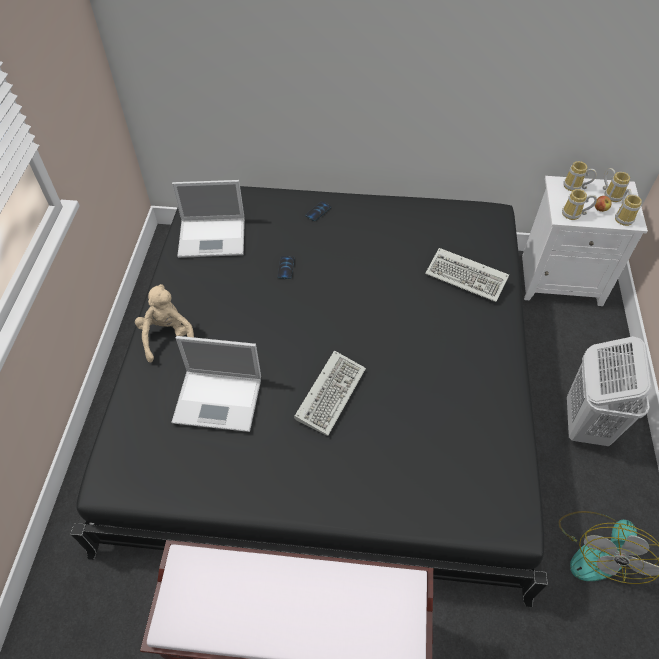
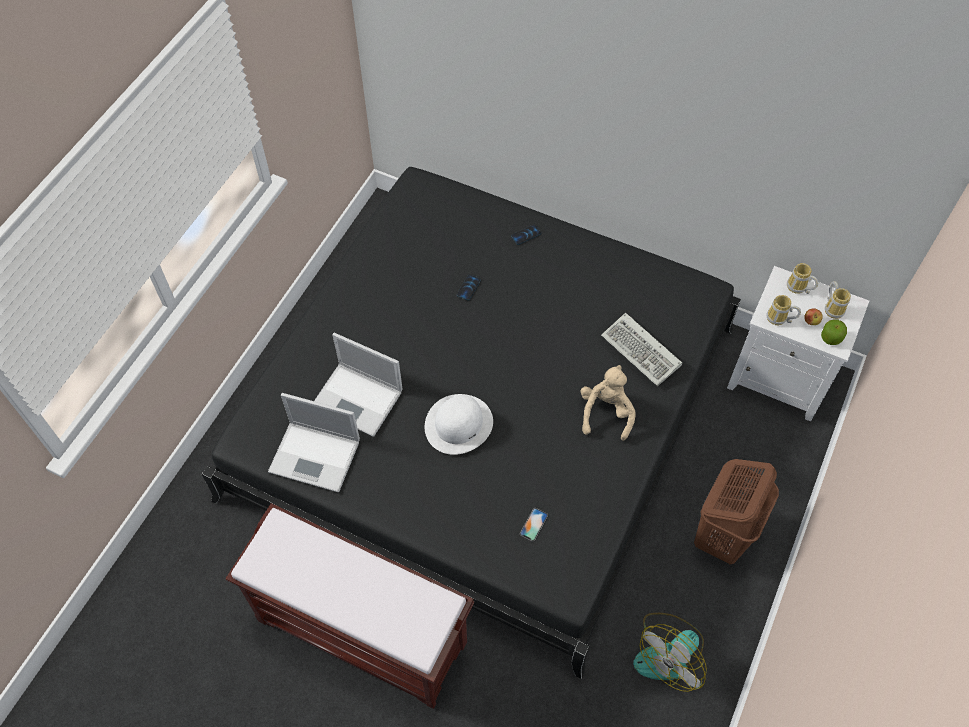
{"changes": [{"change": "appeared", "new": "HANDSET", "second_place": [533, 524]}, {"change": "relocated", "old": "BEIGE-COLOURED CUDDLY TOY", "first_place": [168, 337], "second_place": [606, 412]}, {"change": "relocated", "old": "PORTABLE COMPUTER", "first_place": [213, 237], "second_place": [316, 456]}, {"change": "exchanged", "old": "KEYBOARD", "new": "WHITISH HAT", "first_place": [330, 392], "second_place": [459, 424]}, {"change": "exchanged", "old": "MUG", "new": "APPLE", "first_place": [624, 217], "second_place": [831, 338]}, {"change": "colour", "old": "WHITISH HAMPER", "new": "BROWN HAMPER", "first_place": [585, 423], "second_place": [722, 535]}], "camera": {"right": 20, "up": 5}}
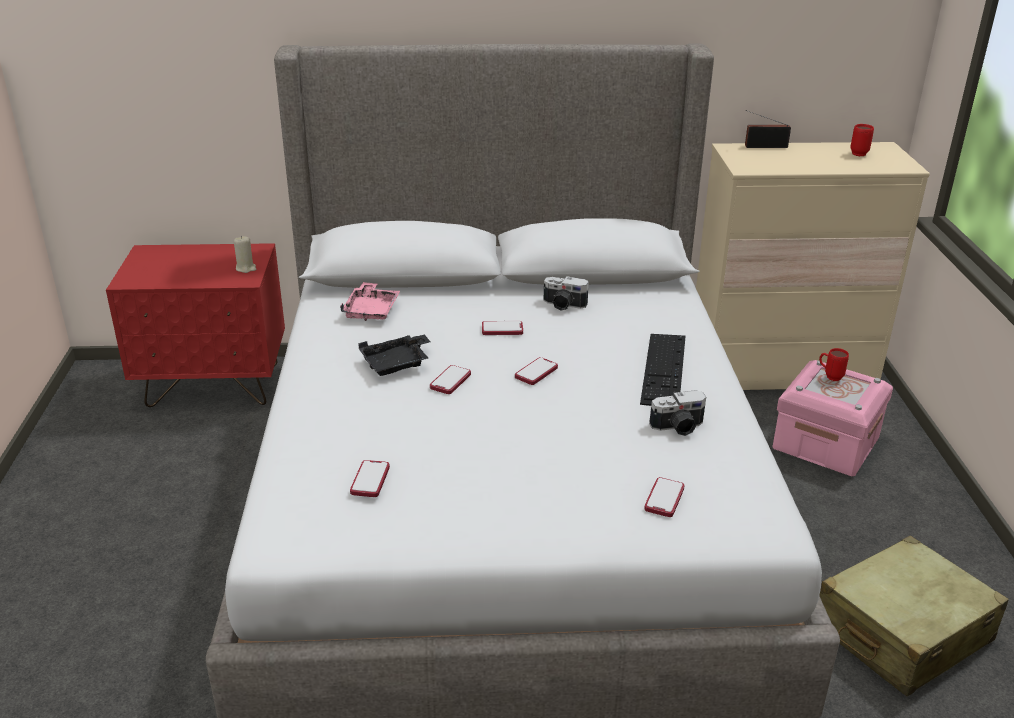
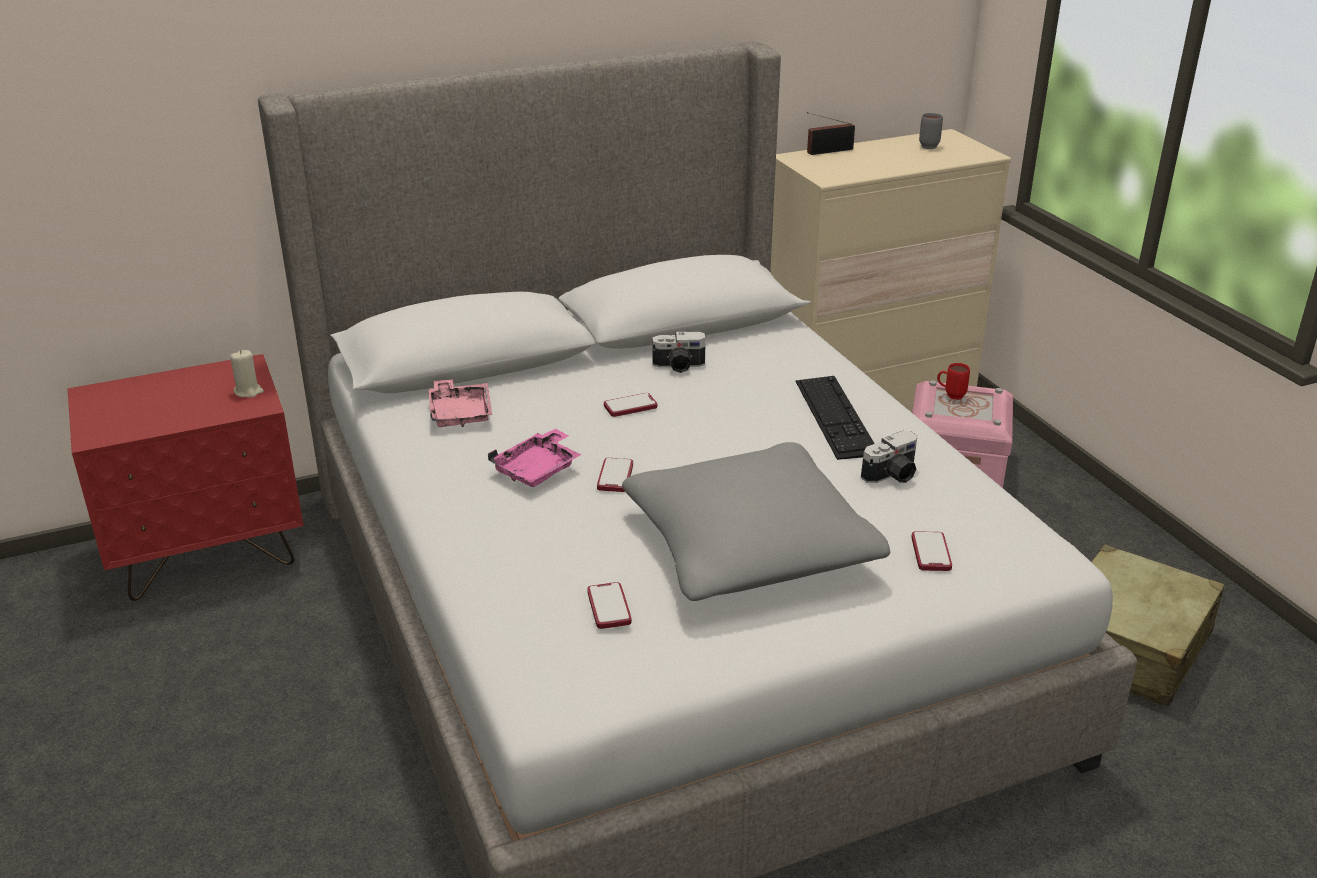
{"changes": [{"change": "missing", "old": "HANDSET", "first_place": [536, 372]}, {"change": "appeared", "new": "GREYISH PILLOW", "second_place": [749, 548]}, {"change": "colour", "old": "BLACK SERVING TRAY", "new": "PINK SERVING TRAY", "first_place": [397, 364], "second_place": [538, 469]}, {"change": "colour", "old": "RED MUG", "new": "GREYISH MUG", "first_place": [860, 153], "second_place": [929, 145]}], "camera": {"right": -20, "up": 0}}
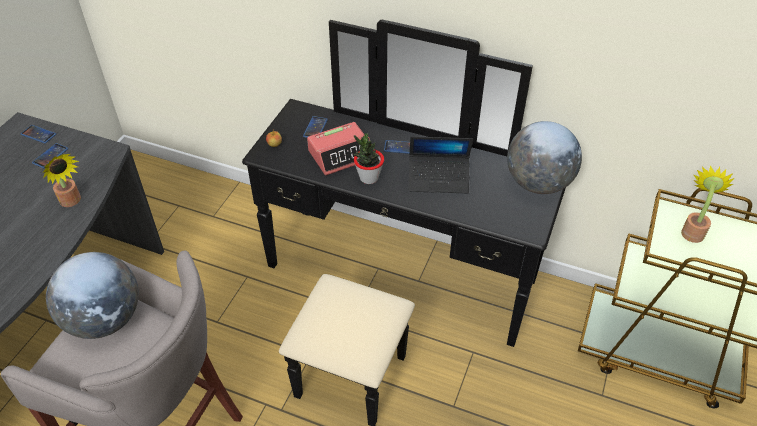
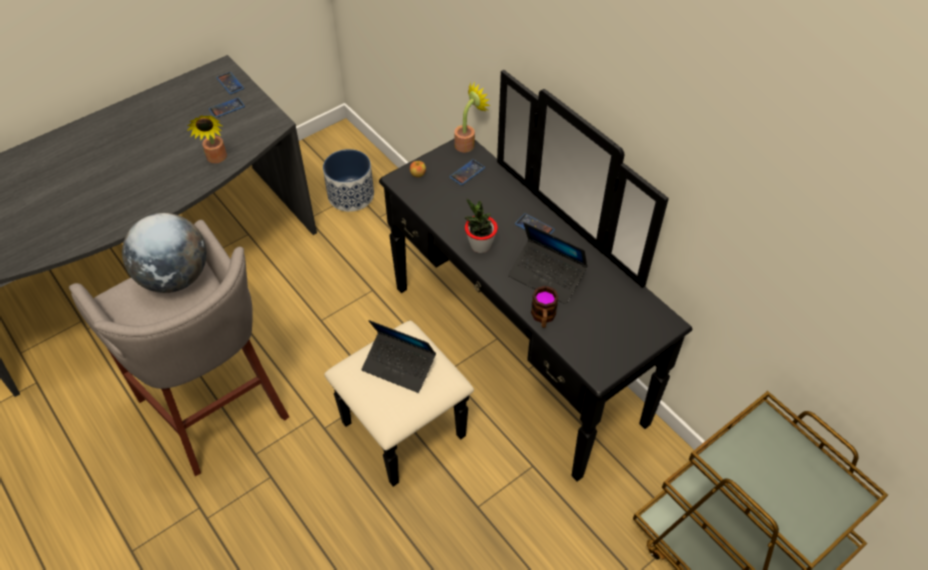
{"changes": [{"change": "missing", "old": "BEDSIDE CLOCK", "first_place": [341, 154]}, {"change": "missing", "old": "GLOBE", "first_place": [538, 183]}, {"change": "appeared", "new": "PLANTER", "second_place": [350, 196]}, {"change": "appeared", "new": "PORTABLE COMPUTER", "second_place": [399, 366]}, {"change": "appeared", "new": "MUG", "second_place": [543, 317]}, {"change": "relocated", "old": "HOUSEPLANT", "first_place": [693, 230], "second_place": [468, 143]}], "camera": {"right": 30, "up": 5}}
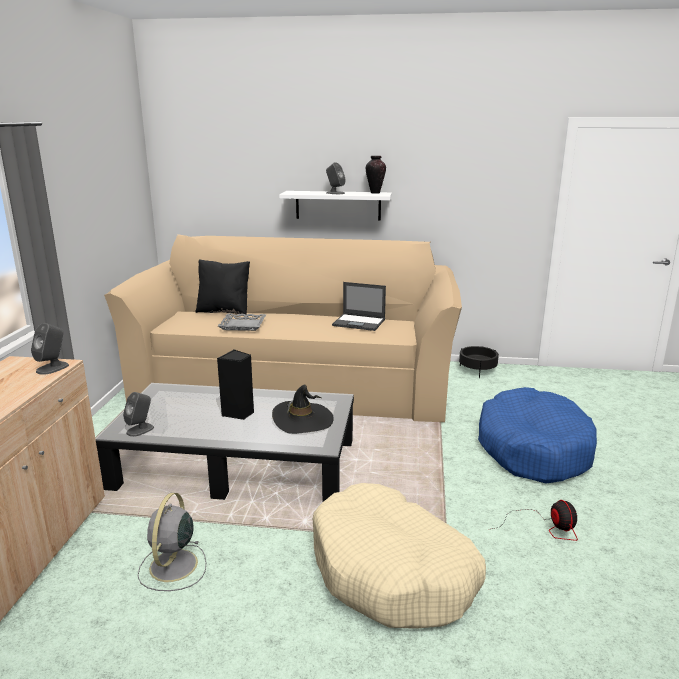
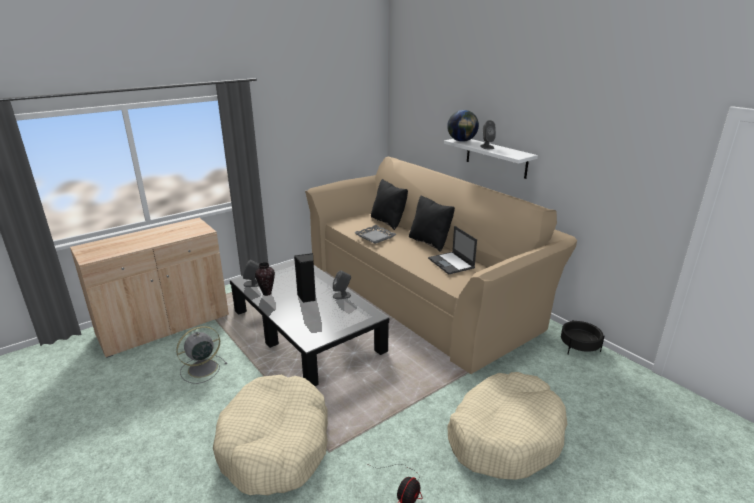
{"changes": [{"change": "missing", "old": "BLACK HAT", "first_place": [303, 420]}, {"change": "appeared", "new": "BLACK PILLOW", "second_place": [430, 242]}, {"change": "appeared", "new": "GLOBE", "second_place": [462, 141]}, {"change": "relocated", "old": "GREYISH LOUDSPEAKER", "first_place": [53, 368], "second_place": [342, 295]}, {"change": "relocated", "old": "FLOWER VASE", "first_place": [375, 193], "second_place": [267, 293]}, {"change": "colour", "old": "BLUISH PET BED", "new": "BEIGE-COLOURED PET BED", "first_place": [533, 449], "second_place": [504, 435]}], "camera": {"right": 45, "up": 5}}
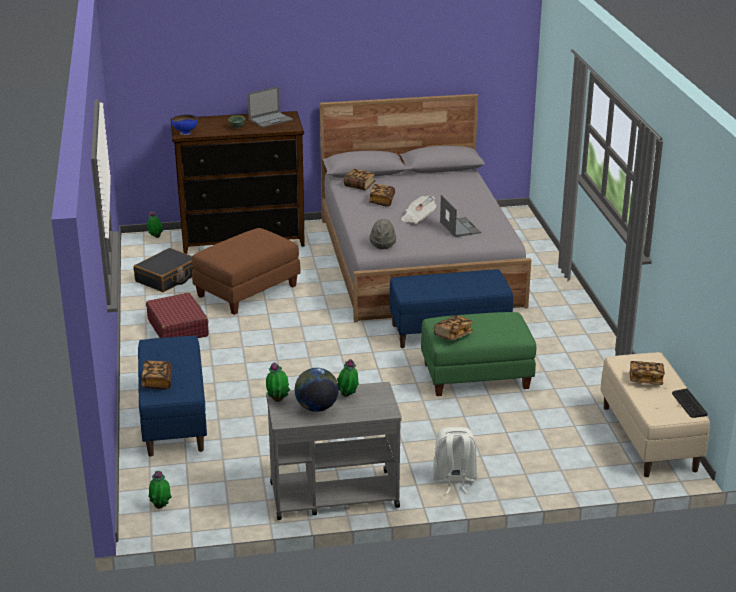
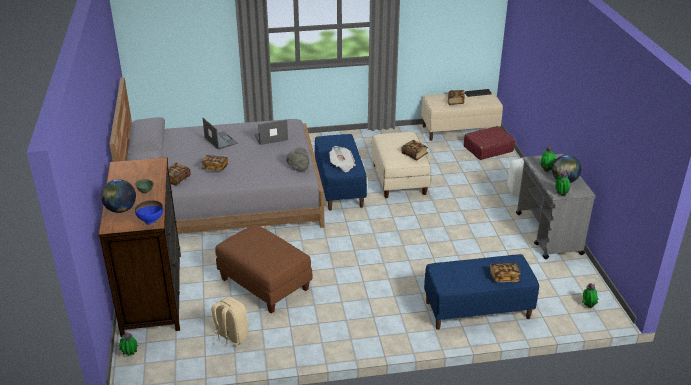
{"changes": [{"change": "appeared", "new": "GLOBE", "second_place": [120, 209]}, {"change": "relocated", "old": "RED TRAVEL CASE", "first_place": [178, 328], "second_place": [488, 149]}, {"change": "relocated", "old": "PORTABLE COMPUTER", "first_place": [271, 119], "second_place": [220, 140]}, {"change": "relocated", "old": "NEWSPAPER", "first_place": [418, 218], "second_place": [342, 165]}, {"change": "exchanged", "old": "BLACK TRAVEL CASE", "new": "BEIGE-COLOURED BACKPACK", "first_place": [167, 278], "second_place": [230, 337]}, {"change": "colour", "old": "GREEN-COLOURED OTTOMAN", "new": "BEIGE-COLOURED OTTOMAN", "first_place": [476, 375], "second_place": [398, 179]}], "camera": {"right": -90, "up": 5}}
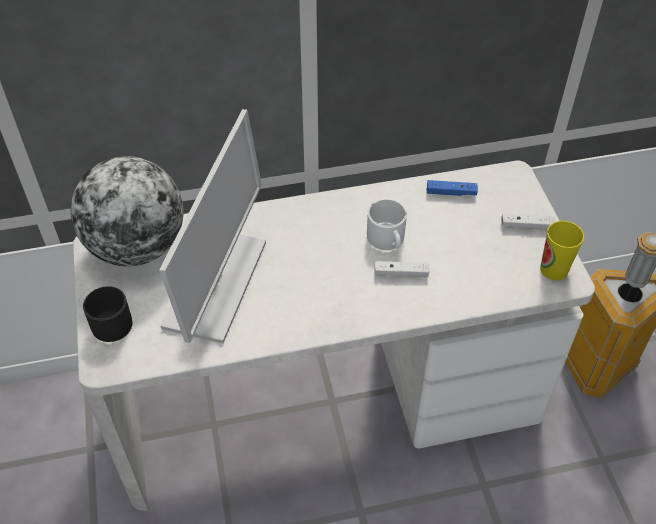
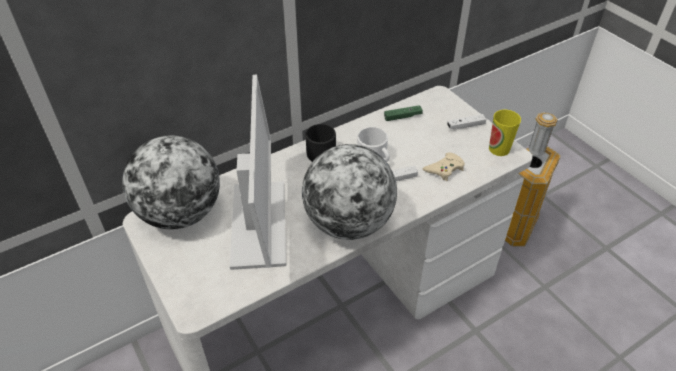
{"changes": [{"change": "appeared", "new": "GLOBE", "second_place": [349, 223]}, {"change": "appeared", "new": "BEIGE-COLOURED GAME CONTROLLER", "second_place": [444, 169]}, {"change": "relocated", "old": "BLACK MUG", "first_place": [111, 320], "second_place": [318, 151]}, {"change": "colour", "old": "BLUISH GAME CONTROLLER", "new": "GREEN-COLOURED GAME CONTROLLER", "first_place": [451, 192], "second_place": [402, 116]}], "camera": {"right": -20, "up": -5}}
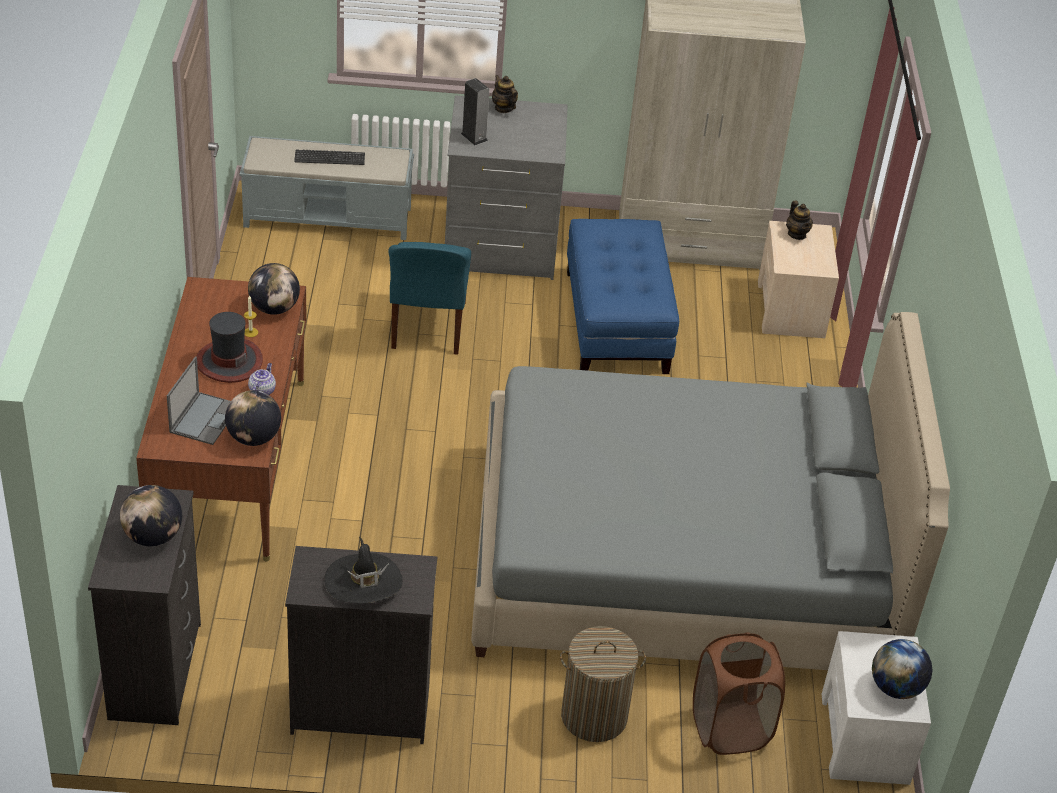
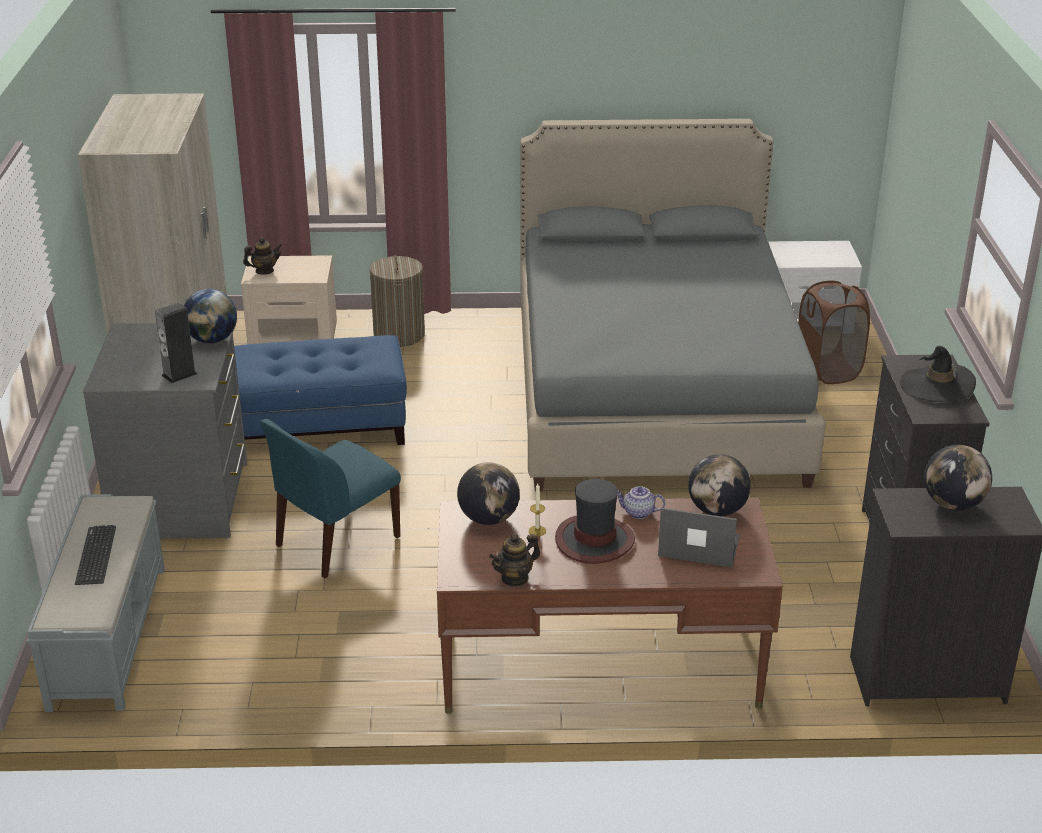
{"changes": [{"change": "relocated", "old": "POT FOR TEA", "first_place": [504, 108], "second_place": [515, 578]}, {"change": "relocated", "old": "HAMPER", "first_place": [594, 716], "second_place": [399, 335]}, {"change": "relocated", "old": "GLOBE", "first_place": [896, 688], "second_place": [212, 339]}, {"change": "spun", "old": "BLUISH UPRIGHT CHAIR", "first_place": [428, 327], "second_place": [335, 542], "degrees": 135}], "camera": {"right": -90, "up": -10}}
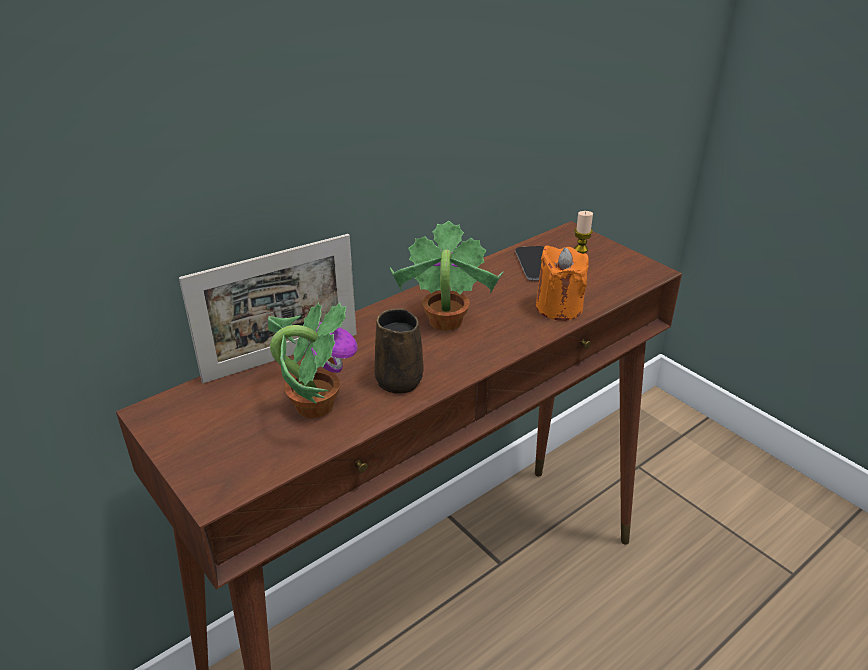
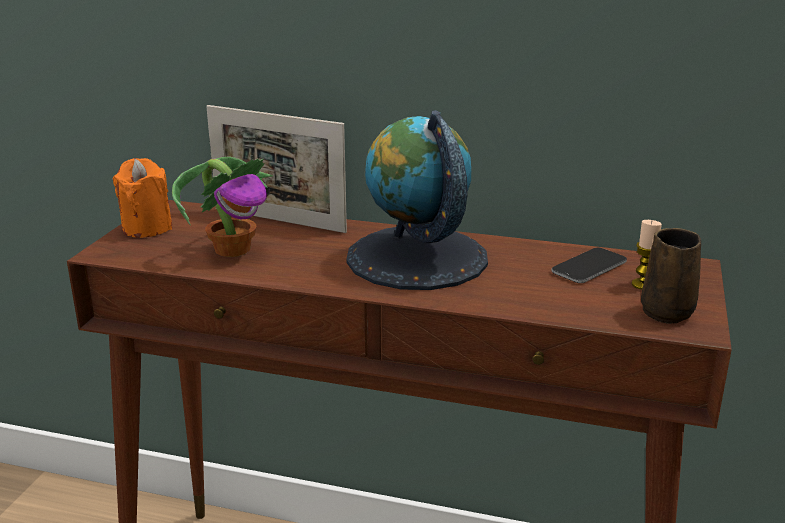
{"changes": [{"change": "relocated", "old": "BROWN MUG", "first_place": [398, 379], "second_place": [668, 311]}, {"change": "relocated", "old": "ORANGE WAX LIGHT", "first_place": [559, 307], "second_place": [147, 228]}, {"change": "exchanged", "old": "HOUSEPLANT", "new": "GLOBE", "first_place": [444, 322], "second_place": [416, 258]}], "camera": {"right": 55, "up": -10}}
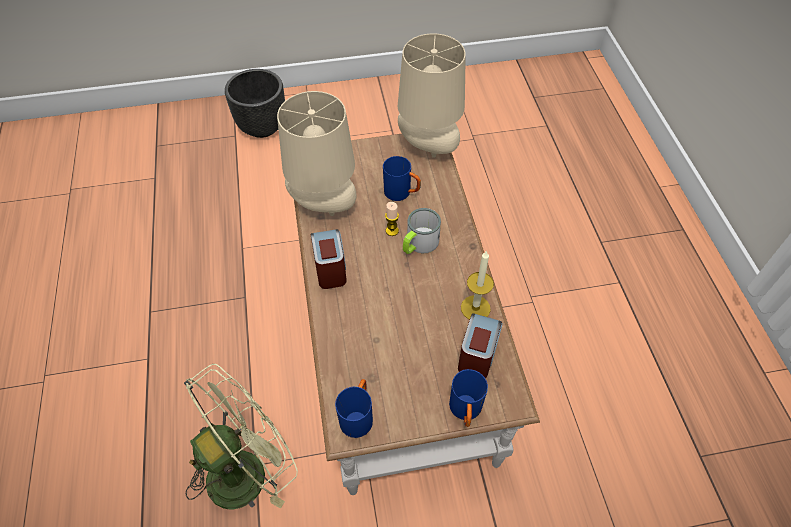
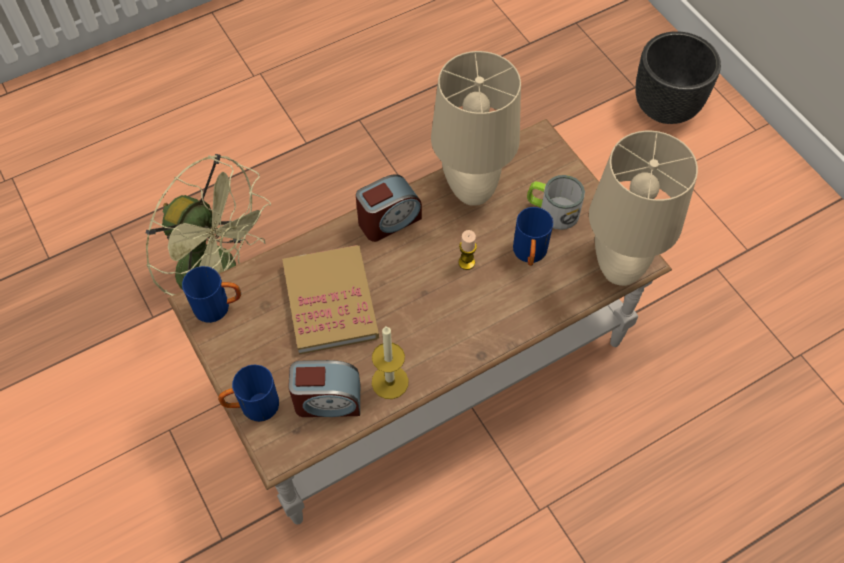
{"changes": [{"change": "appeared", "new": "BOUND BOOK", "second_place": [330, 301]}, {"change": "relocated", "old": "MUG", "first_place": [419, 244], "second_place": [552, 211]}], "camera": {"right": 70, "up": 5}}
